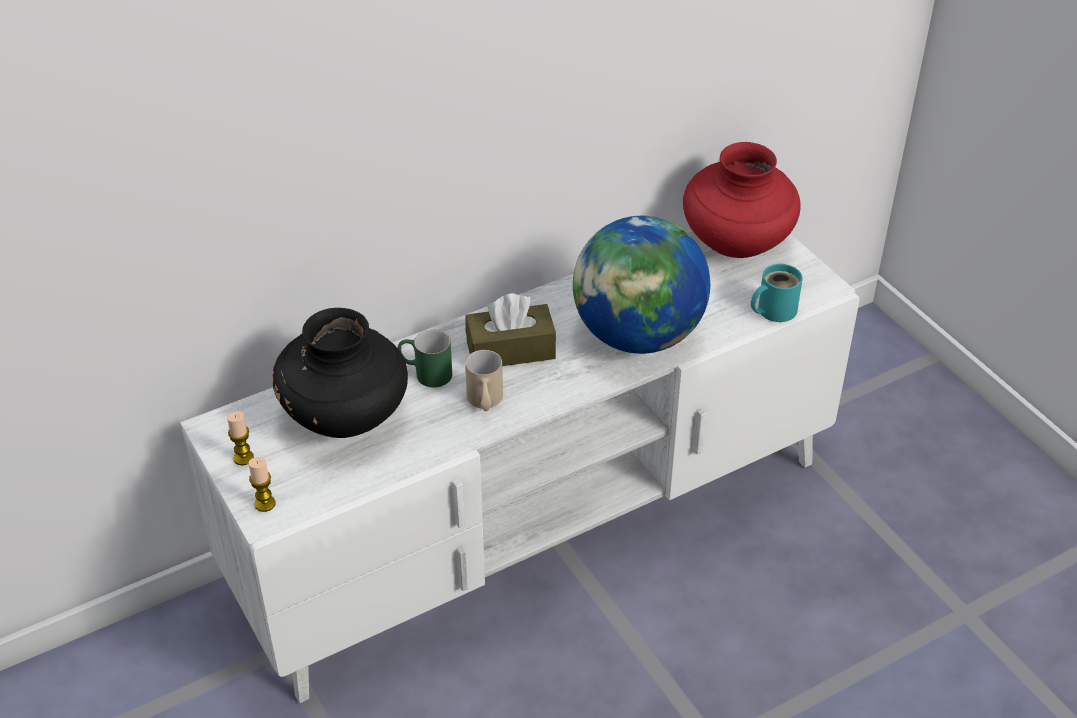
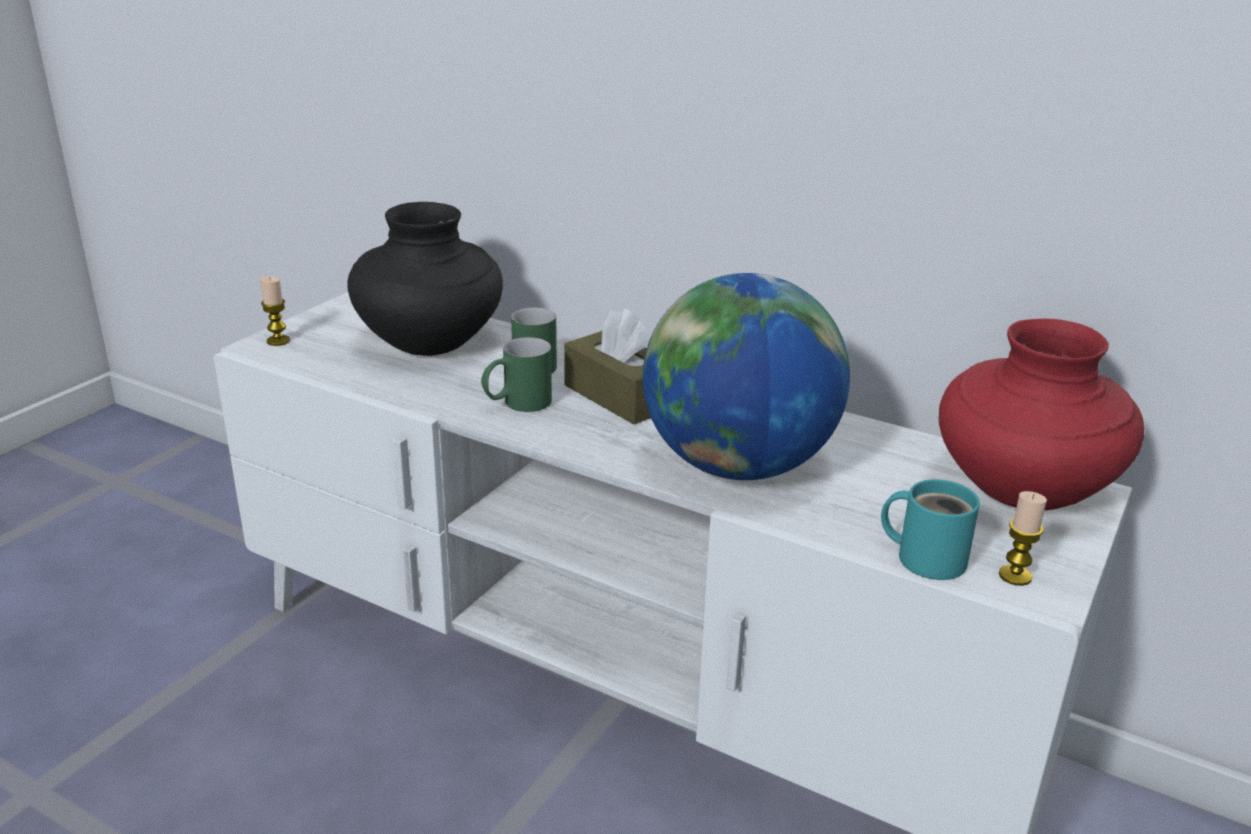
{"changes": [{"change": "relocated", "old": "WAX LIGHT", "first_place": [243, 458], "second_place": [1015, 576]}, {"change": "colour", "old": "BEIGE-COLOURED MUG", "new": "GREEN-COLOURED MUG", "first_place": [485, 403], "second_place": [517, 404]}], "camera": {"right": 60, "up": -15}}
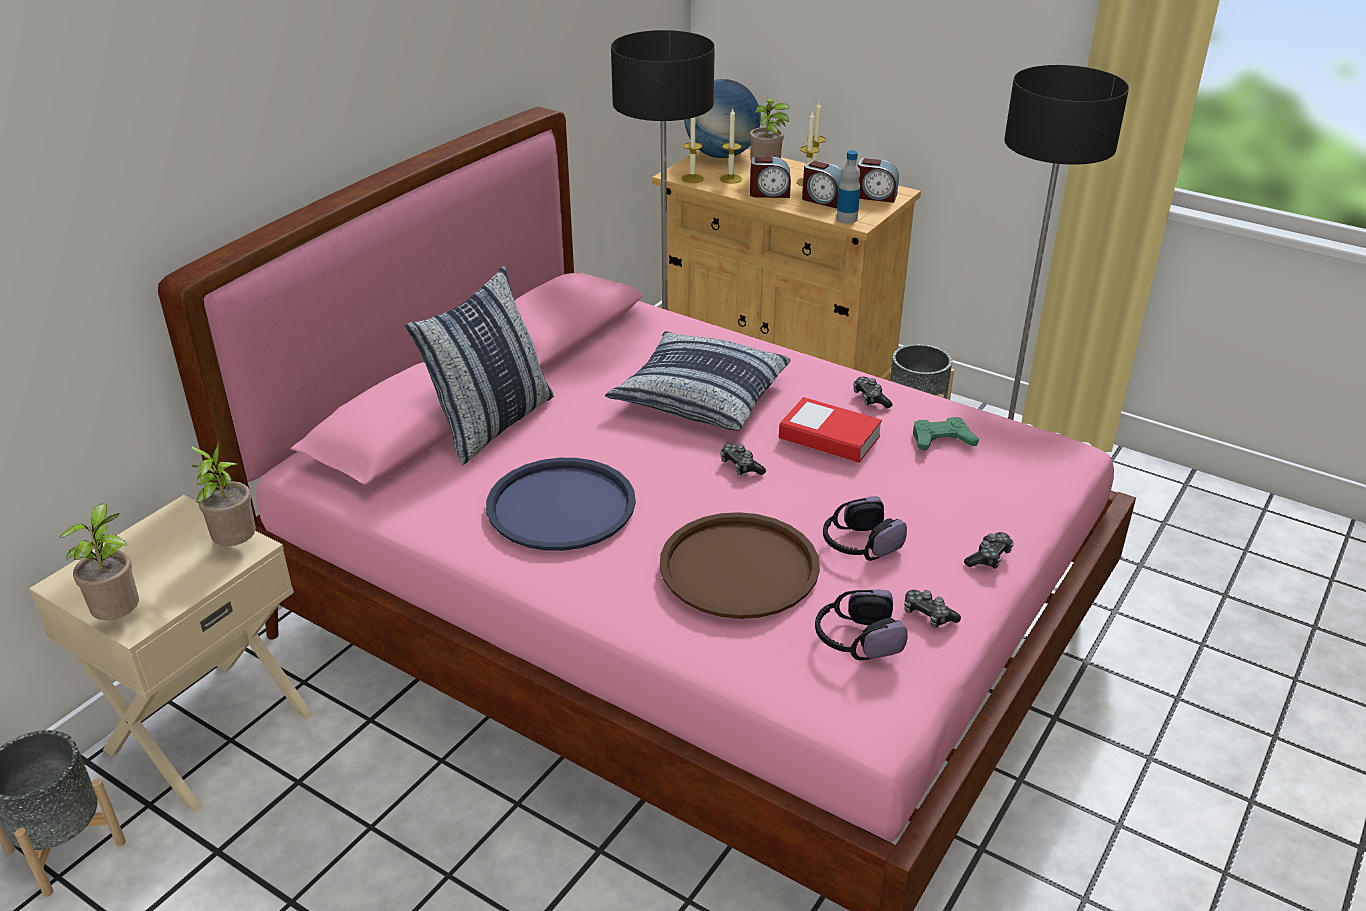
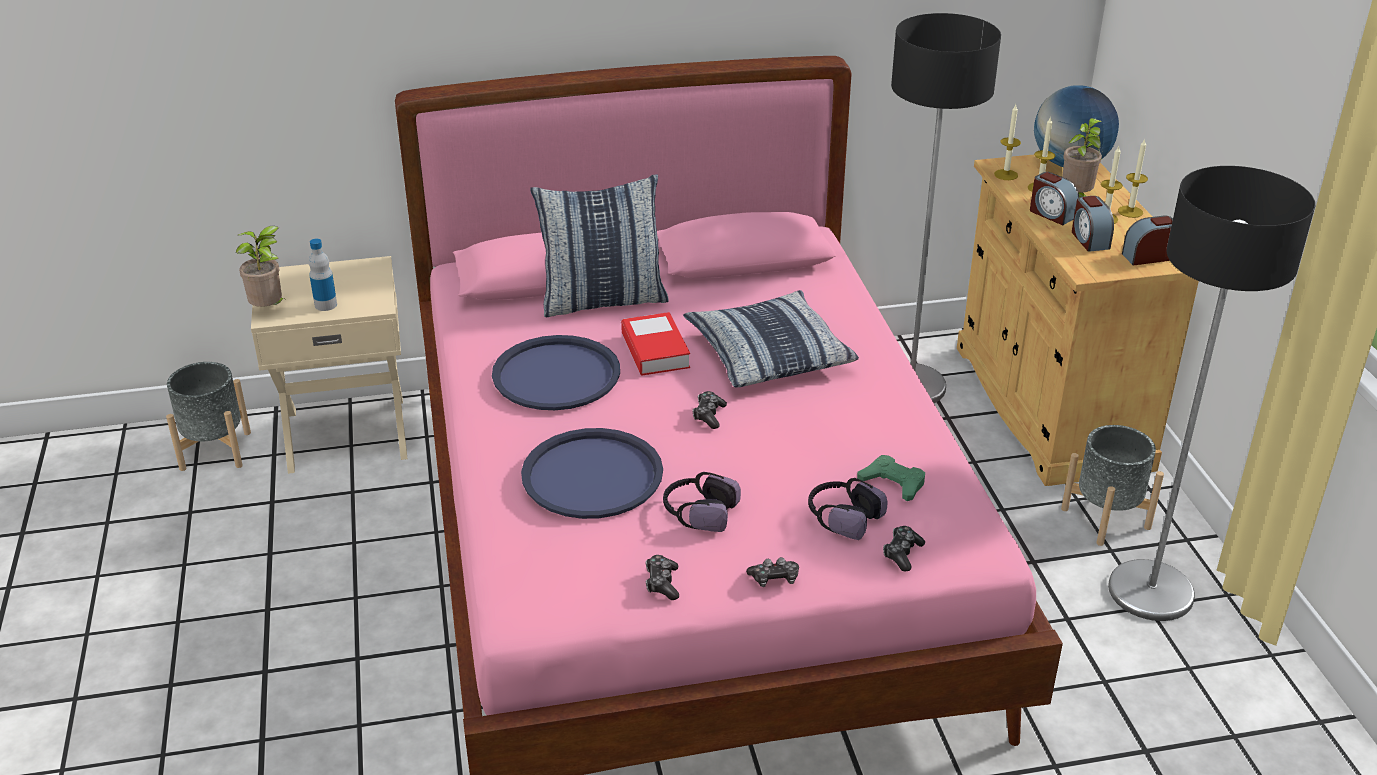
{"changes": [{"change": "missing", "old": "HOUSEPLANT", "first_place": [235, 546]}, {"change": "relocated", "old": "BOUND BOOK", "first_place": [829, 437], "second_place": [655, 350]}, {"change": "relocated", "old": "HEADPHONES", "first_place": [856, 639], "second_place": [843, 517]}, {"change": "relocated", "old": "BEVERAGE BOTTLE", "first_place": [846, 219], "second_place": [326, 305]}, {"change": "relocated", "old": "GAME CONTROLLER", "first_place": [870, 399], "second_place": [902, 553]}, {"change": "colour", "old": "BROWN SERVING TRAY", "new": "BLUISH SERVING TRAY", "first_place": [739, 567], "second_place": [592, 475]}, {"change": "spun", "old": "BEDSIDE CLOCK", "first_place": [875, 196], "second_place": [1147, 256], "degrees": 105}], "camera": {"right": 45, "up": 0}}
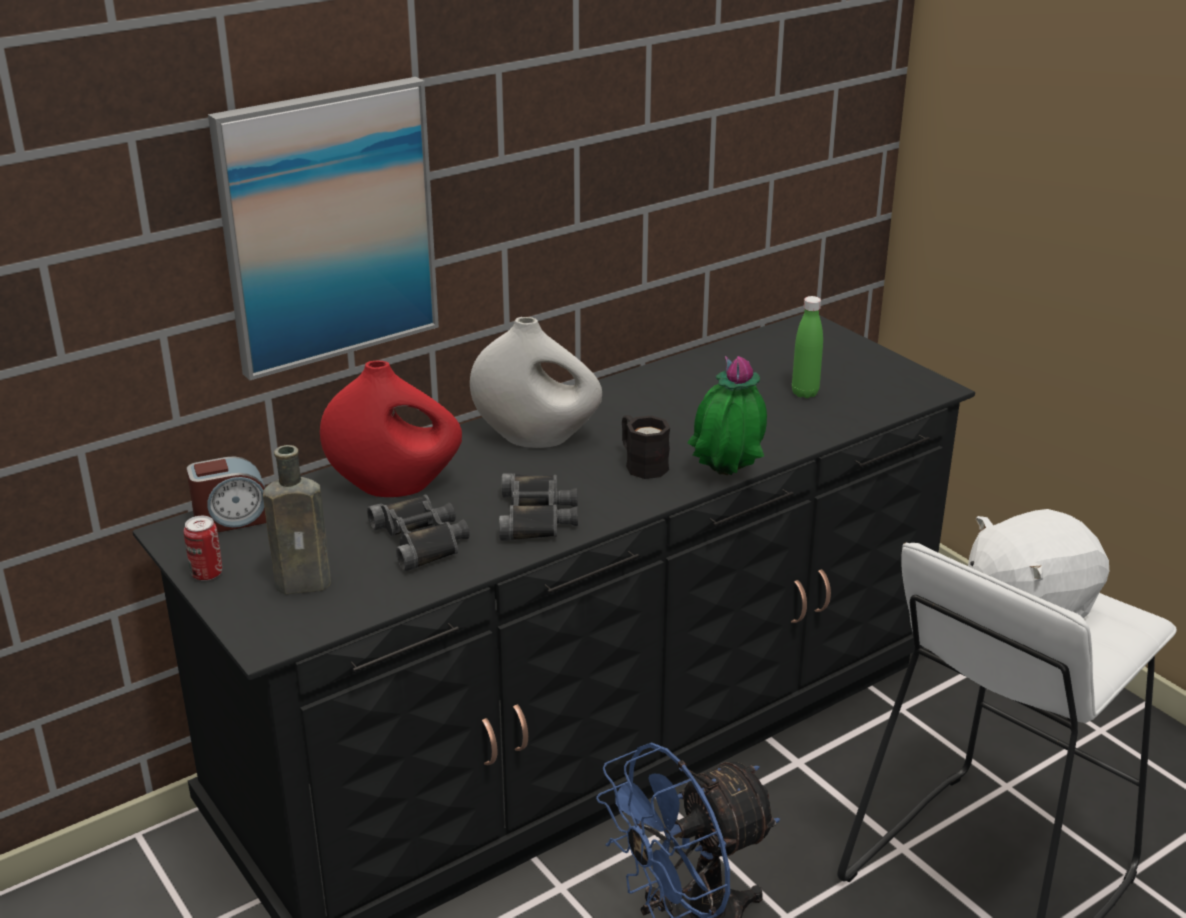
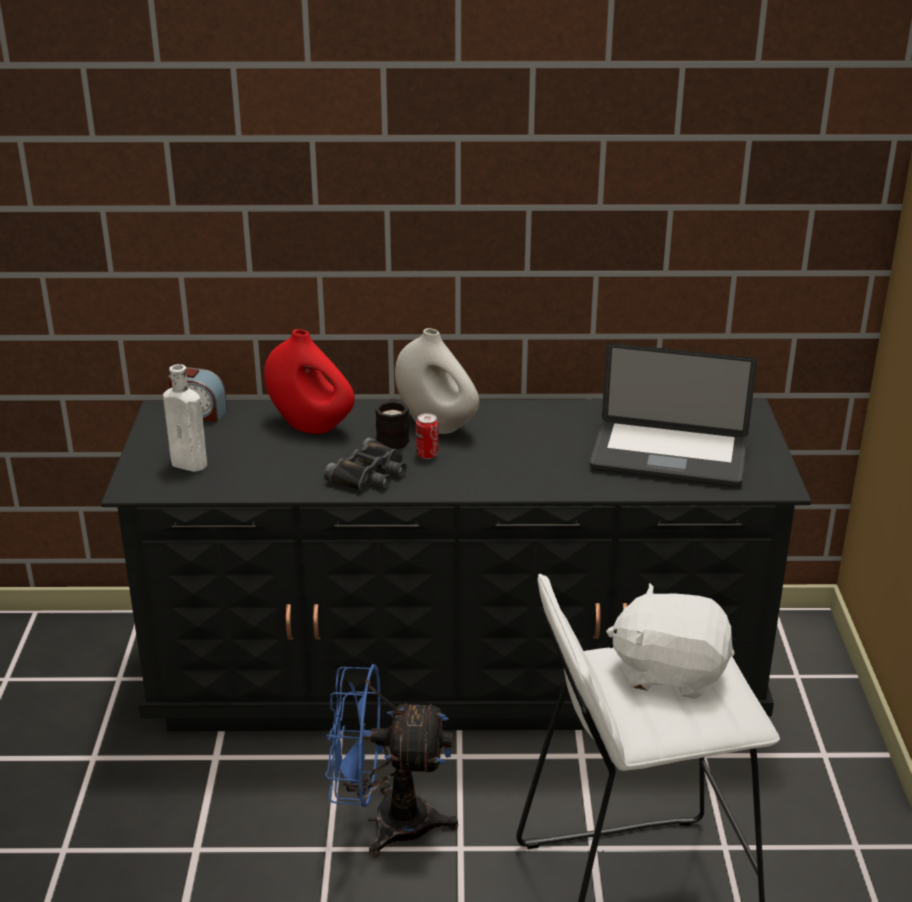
{"changes": [{"change": "missing", "old": "WALL PICTURE", "first_place": [328, 226]}, {"change": "missing", "old": "BLACK PAIR OF BINOCULARS", "first_place": [421, 539]}, {"change": "missing", "old": "HOUSEPLANT", "first_place": [726, 478]}, {"change": "relocated", "old": "METAL CAN", "first_place": [207, 574], "second_place": [427, 455]}, {"change": "relocated", "old": "BLACK MUG", "first_place": [641, 464], "second_place": [393, 437]}, {"change": "exchanged", "old": "GREEN-COLOURED BEVERAGE BOTTLE", "new": "PORTABLE COMPUTER", "first_place": [805, 393], "second_place": [668, 457]}, {"change": "colour", "old": "BROWN BEVERAGE BOTTLE", "new": "WHITISH BEVERAGE BOTTLE", "first_place": [307, 583], "second_place": [191, 464]}], "camera": {"right": 35, "up": 0}}
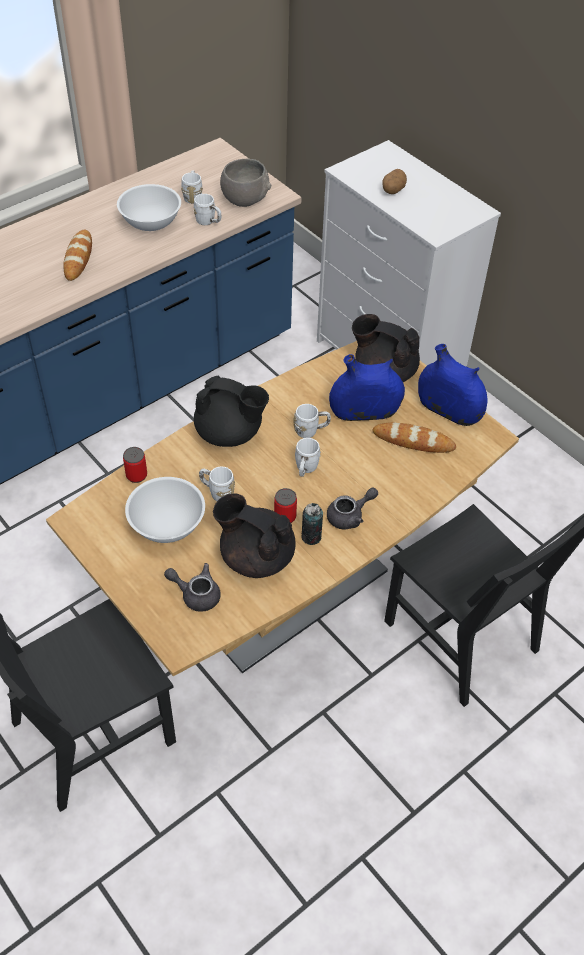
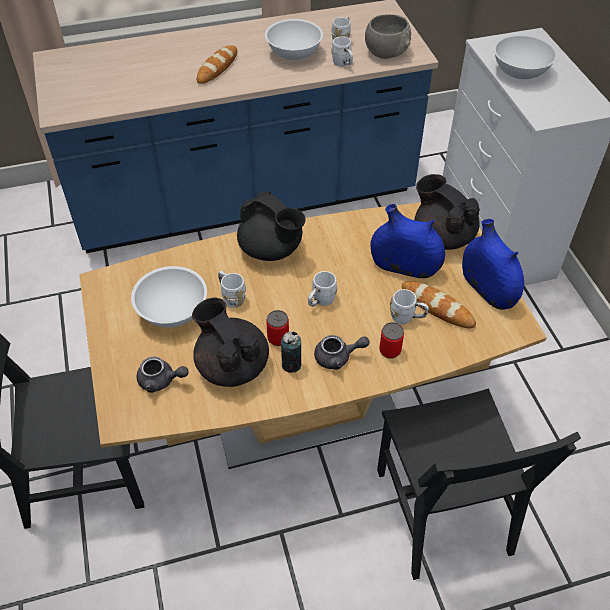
{"changes": [{"change": "relocated", "old": "METAL CAN", "first_place": [136, 475], "second_place": [390, 350]}, {"change": "relocated", "old": "WHITISH MUG", "first_place": [311, 430], "second_place": [407, 318]}, {"change": "exchanged", "old": "SPUD", "new": "WHITISH DEEP DISH", "first_place": [392, 190], "second_place": [520, 71]}, {"change": "spun", "old": "GREYISH POT FOR TEA", "first_place": [196, 594], "second_place": [161, 381], "degrees": 150}], "camera": {"right": 25, "up": 0}}
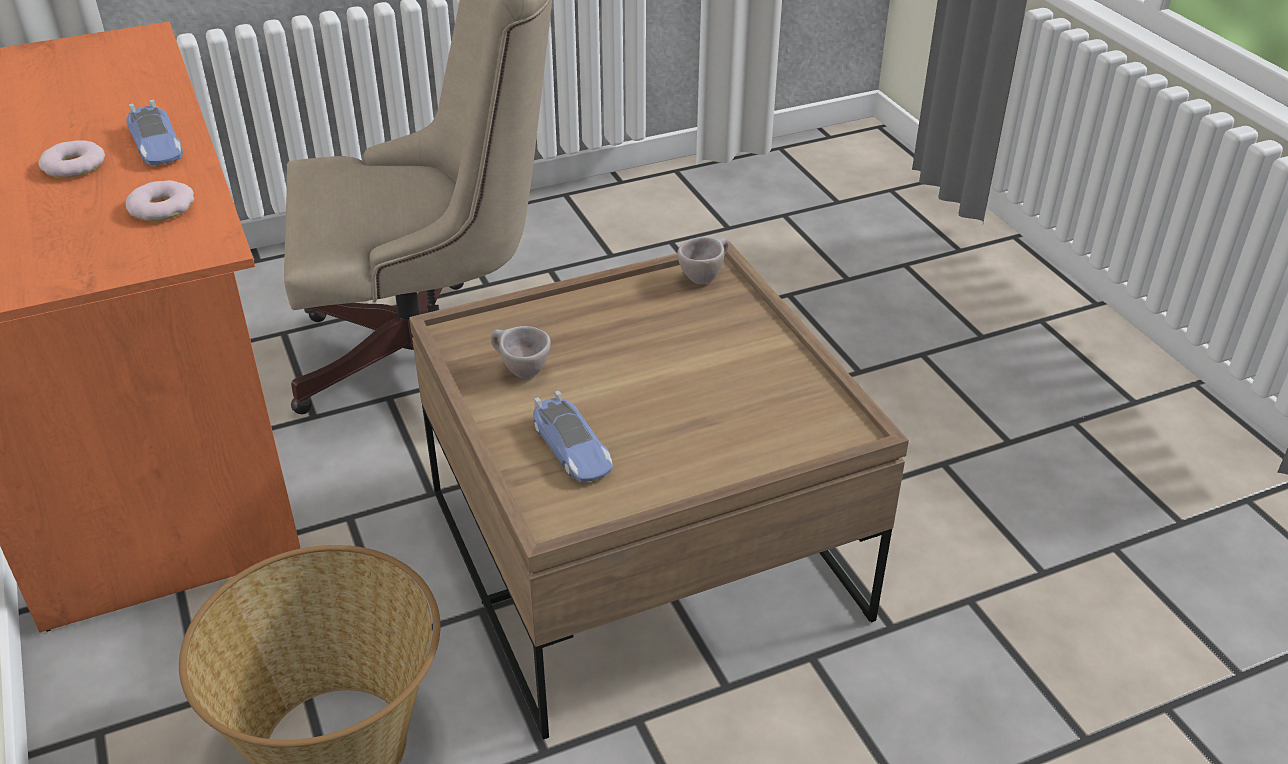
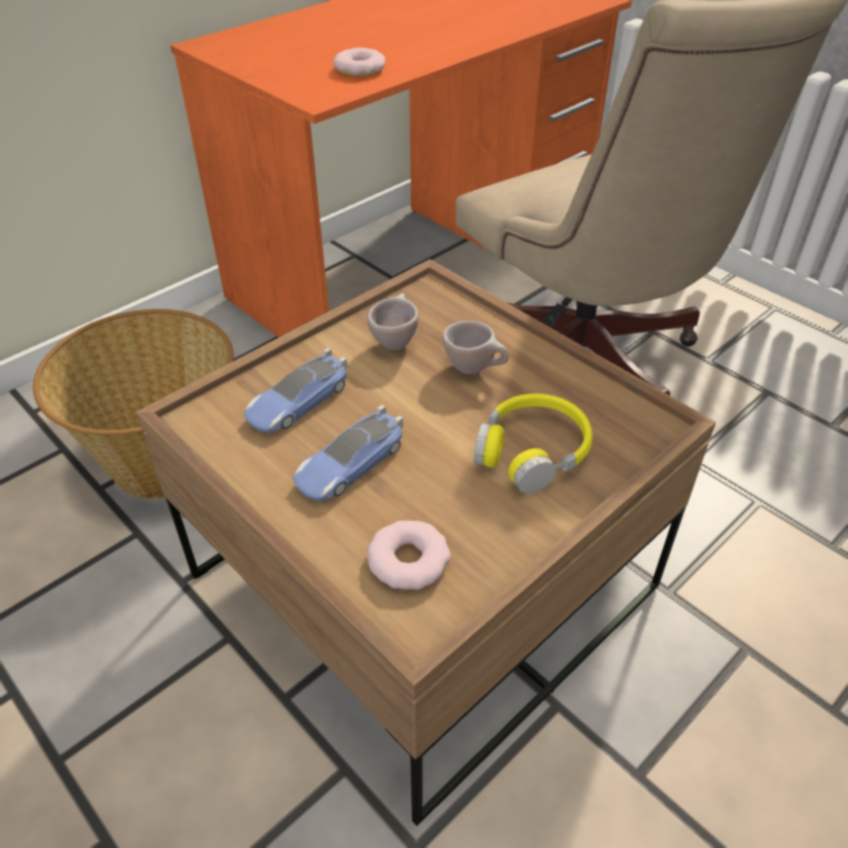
{"changes": [{"change": "appeared", "new": "YELLOW HEADPHONES", "second_place": [532, 451]}, {"change": "relocated", "old": "DONUT", "first_place": [73, 166], "second_place": [408, 560]}, {"change": "relocated", "old": "MINIATURE CAR", "first_place": [156, 145], "second_place": [350, 464]}, {"change": "relocated", "old": "BEIGE-COLOURED SMALL CUP", "first_place": [705, 277], "second_place": [475, 369]}], "camera": {"right": 70, "up": 5}}
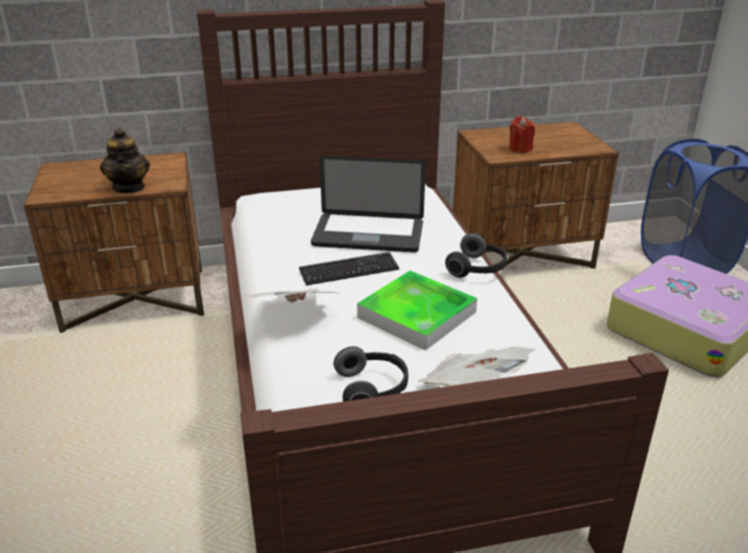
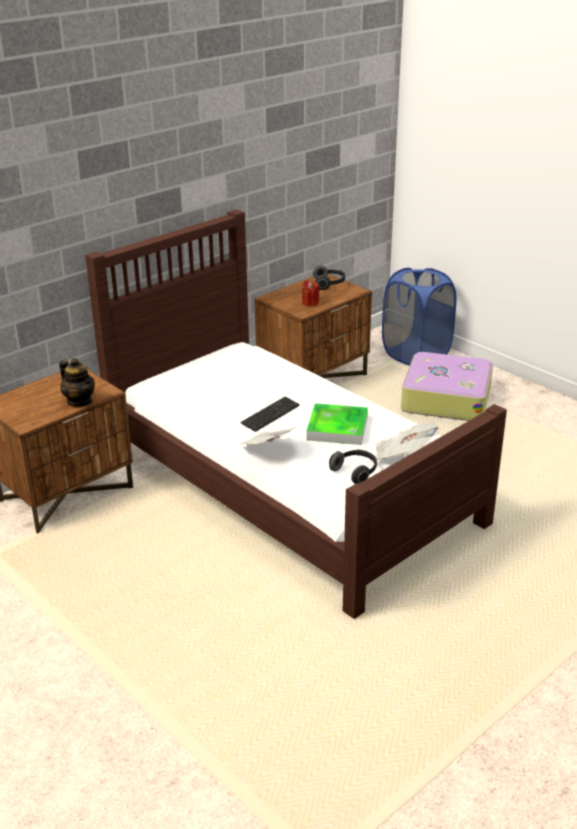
{"changes": [{"change": "missing", "old": "PORTABLE COMPUTER", "first_place": [368, 235]}, {"change": "relocated", "old": "HEADPHONES", "first_place": [478, 269], "second_place": [329, 284]}], "camera": {"right": -30, "up": 0}}
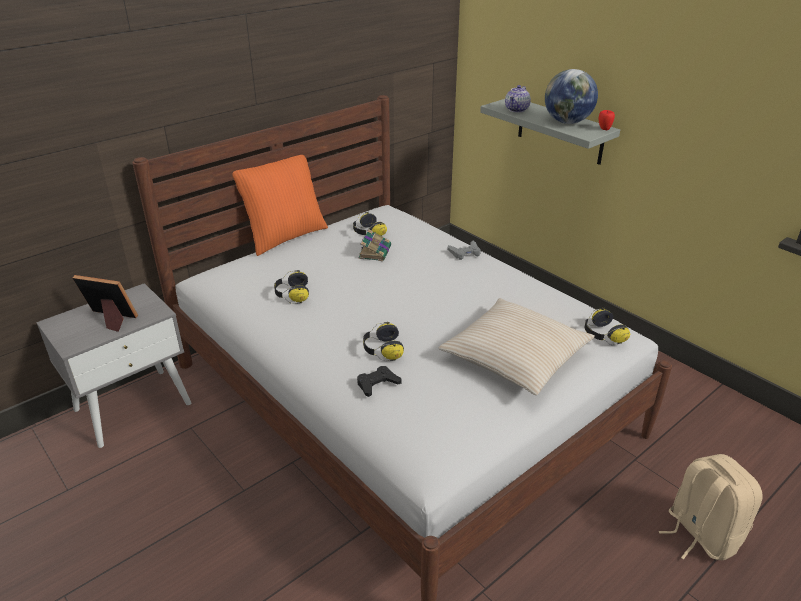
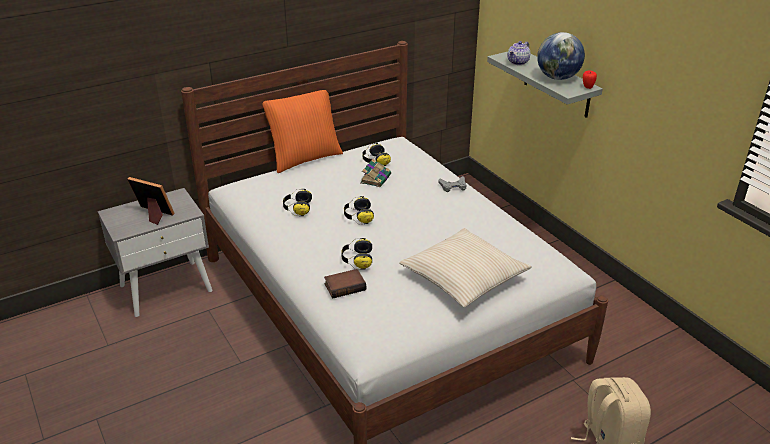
{"changes": [{"change": "relocated", "old": "HEADPHONES", "first_place": [602, 335], "second_place": [358, 217]}, {"change": "exchanged", "old": "BLACK GAME CONTROLLER", "new": "BOUND BOOK", "first_place": [377, 384], "second_place": [345, 286]}], "camera": {"right": 10, "up": 0}}
